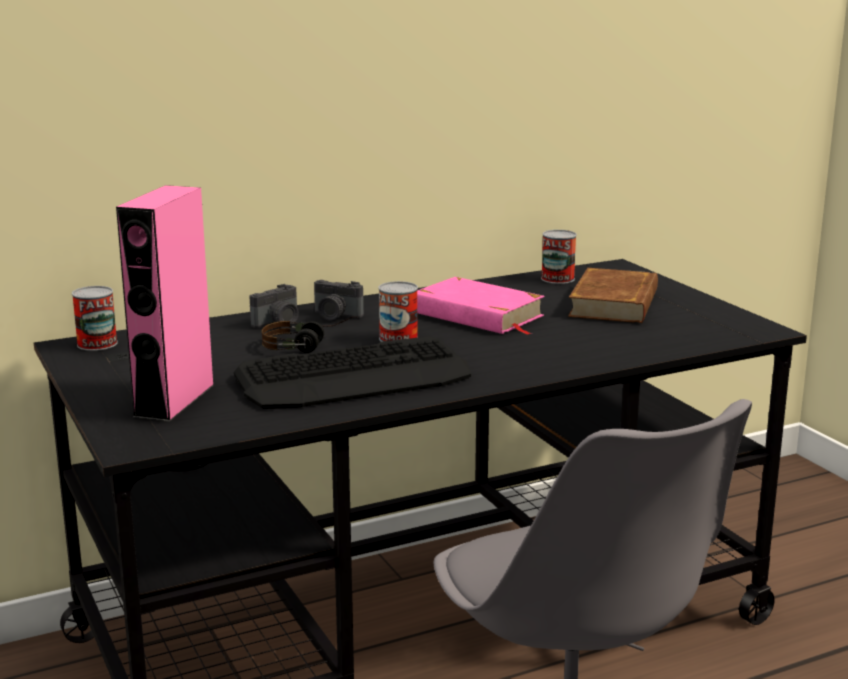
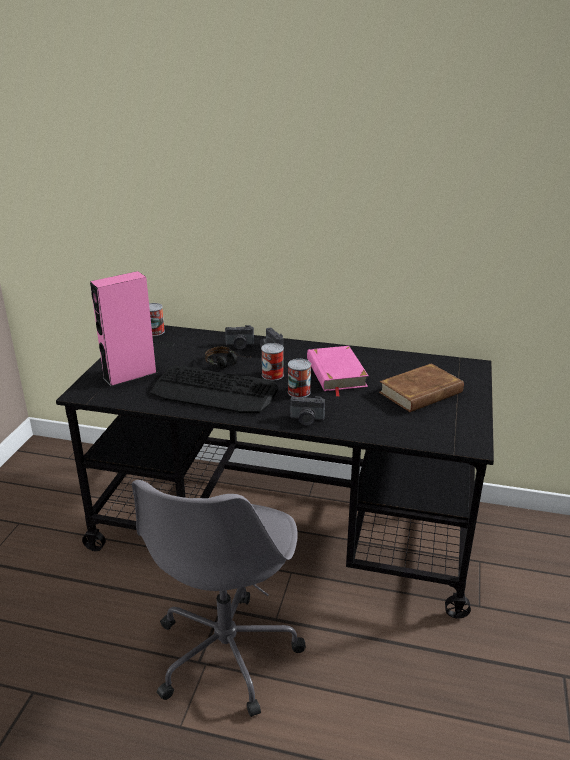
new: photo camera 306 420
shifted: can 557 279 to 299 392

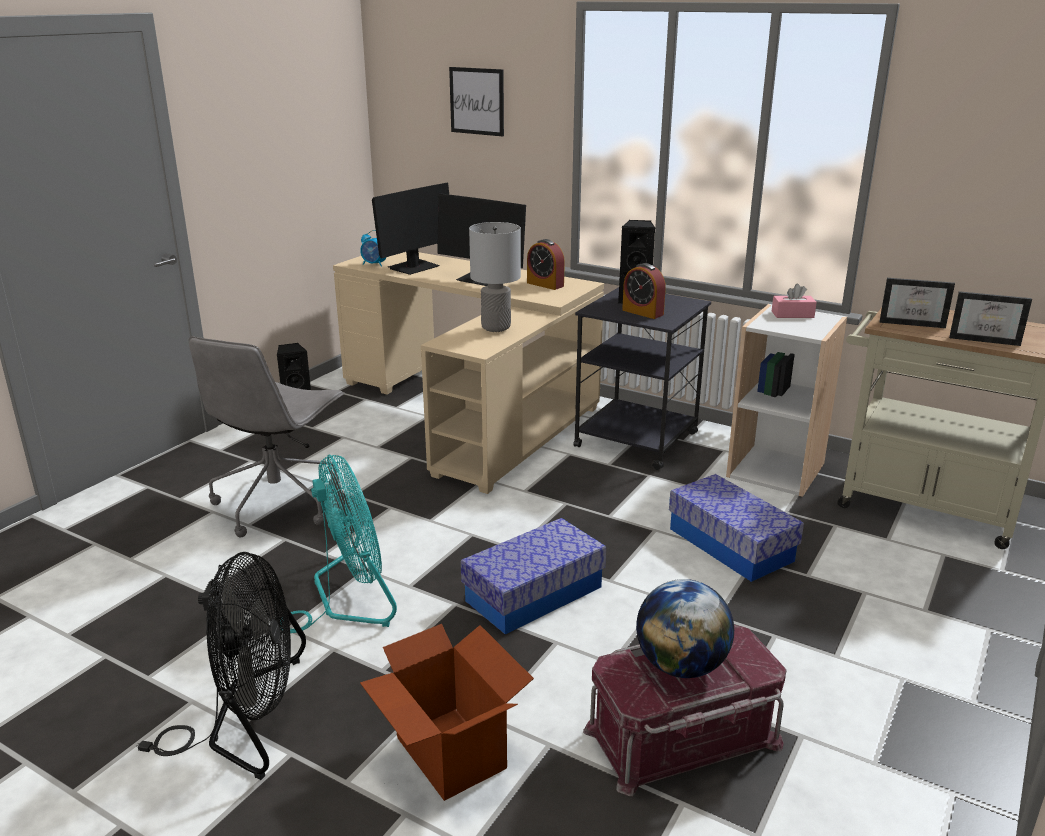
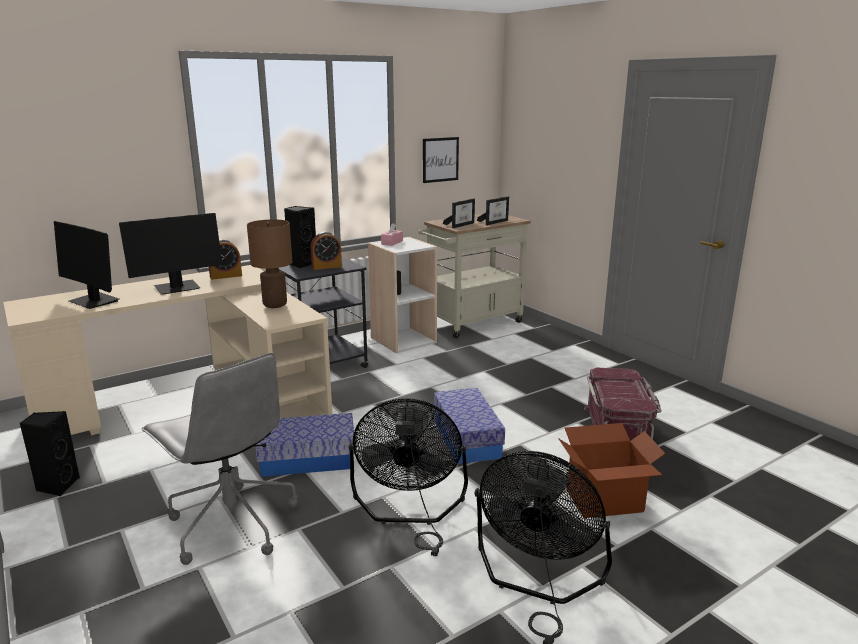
gone: alarm clock 374 264; globe 681 666
shifted: picture 477 101 to 440 159; storage box 730 544 to 308 459
repainted: turquoise fan 343 596 to black fan 411 513; grey table lamp 496 329 to brown table lamp 274 306
rotated: monitor 414 268 = 94 301 150 degrees clockwise

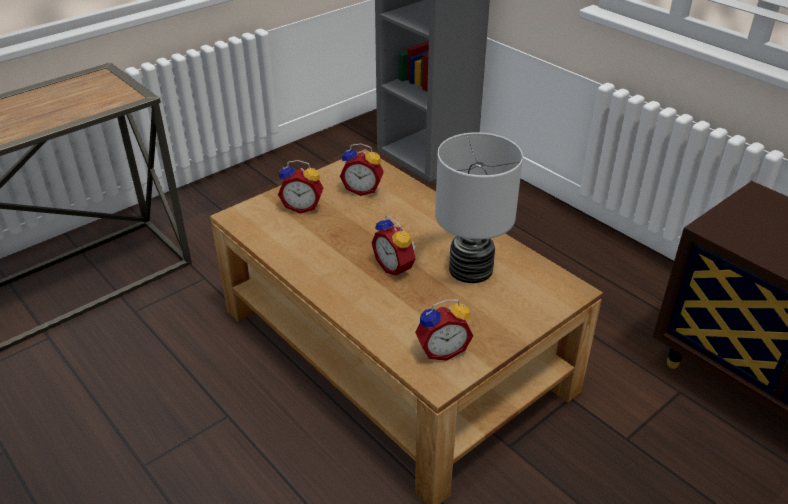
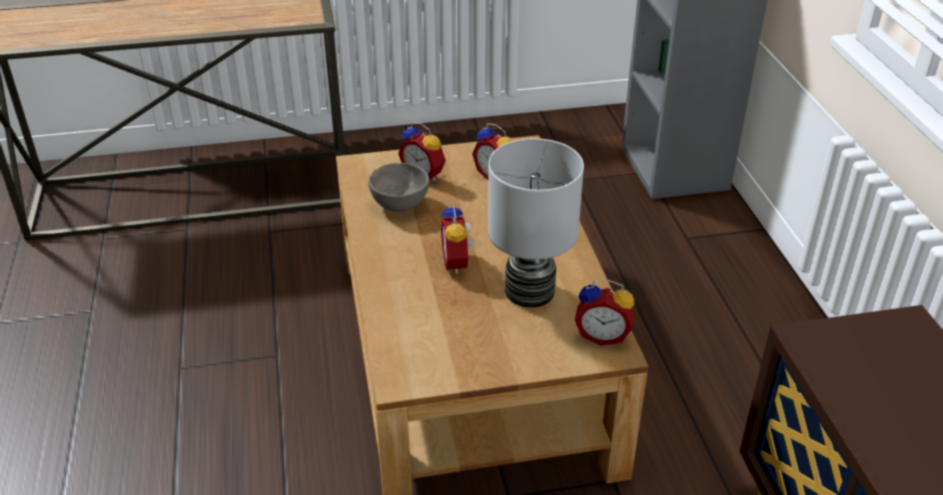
new: grey bowl 400 204
shifted: alarm clock 441 350 to 602 335

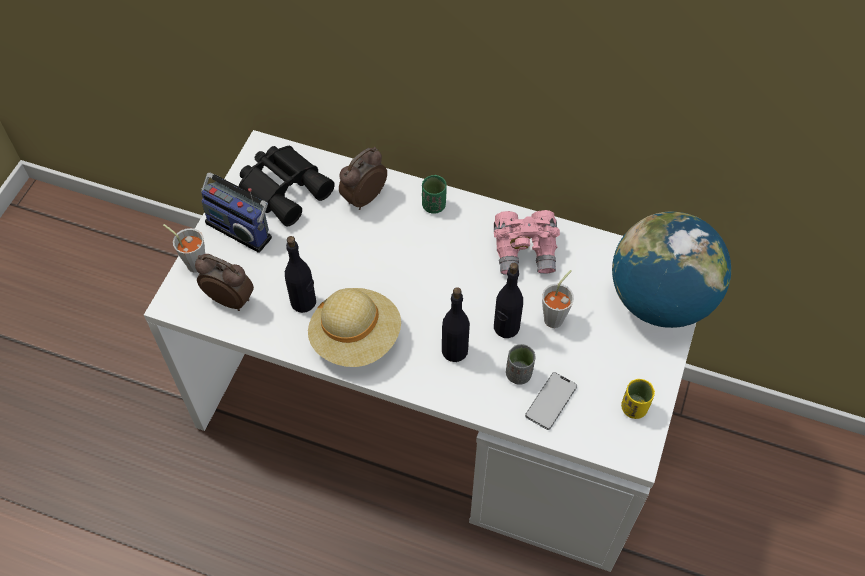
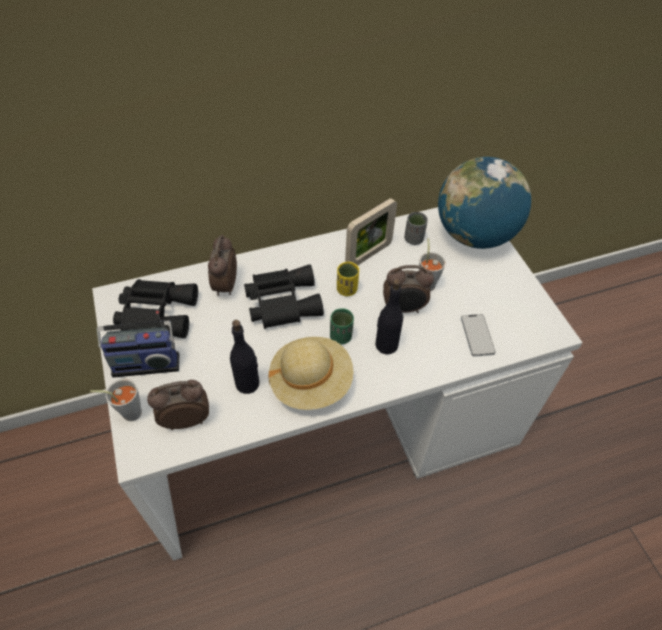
new: black binoculars 281 301
shifted: green cup 434 205 to 341 336; grey cup 518 374 to 413 239; yellow cup 634 408 to 347 289
swapped: pink binoculars 525 251 to picture frame 368 255; black bottle 506 327 to alarm clock 404 308

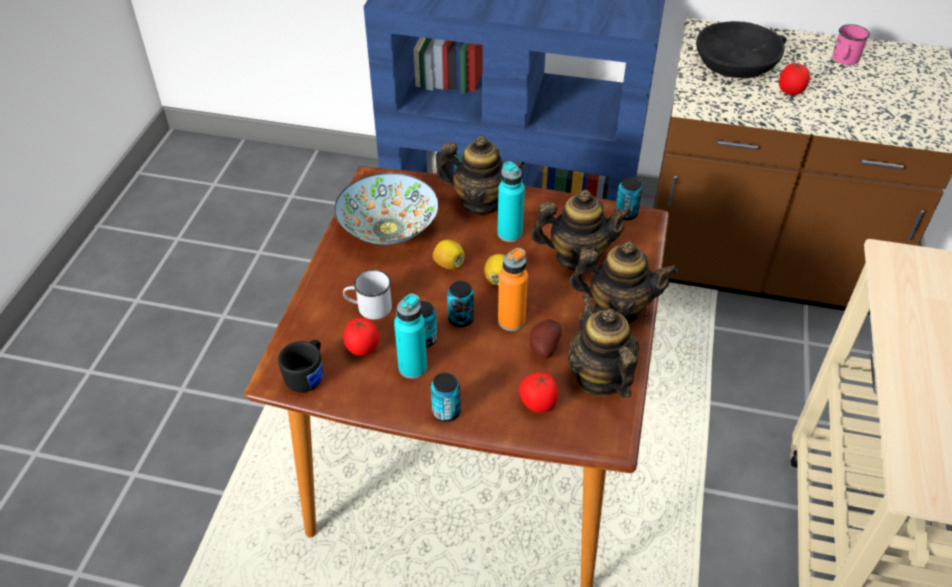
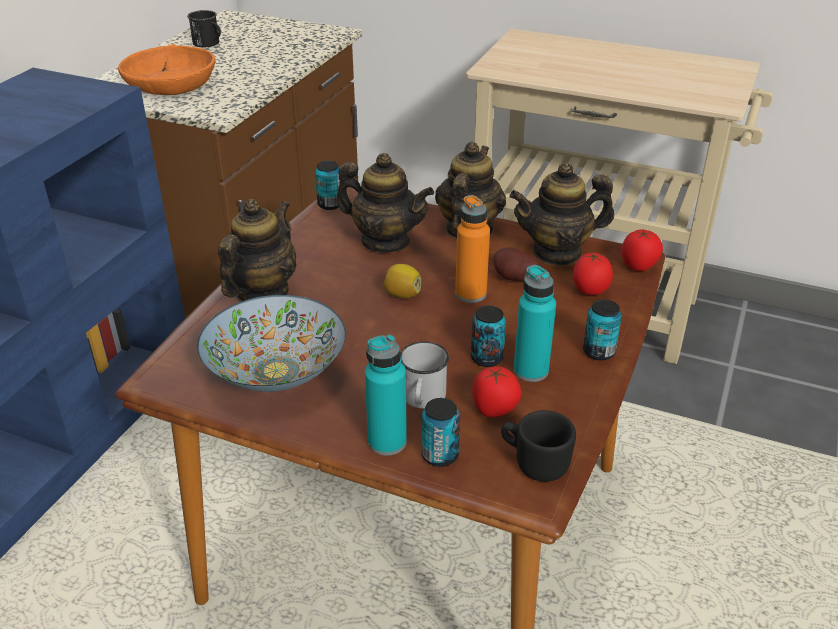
gone: lemon 449 264
shifted: can 461 319 to 440 455; turquoise bottle 509 233 to 387 442; tomato 790 92 to 639 266
repainted: black bowl 736 62 to orange bowl 170 84; pink mug 844 60 to black mug 209 44
rotated: teapot 577 257 = 385 241 105 degrees clockwise

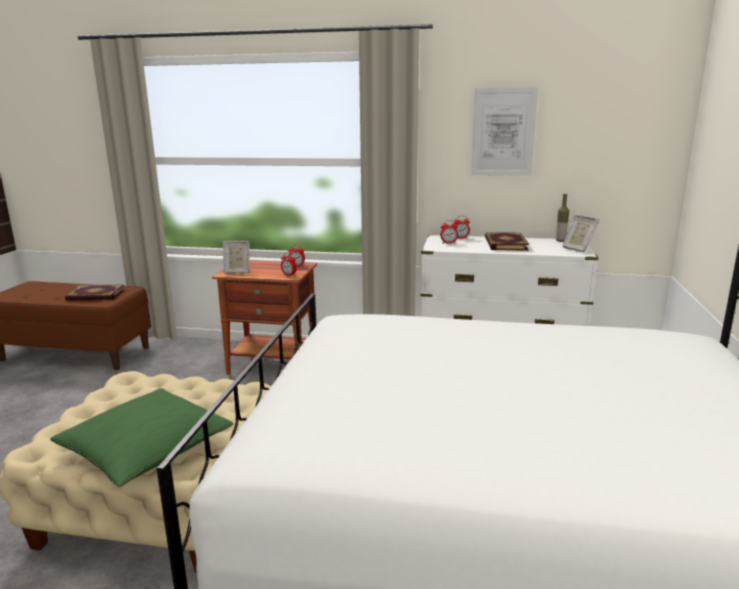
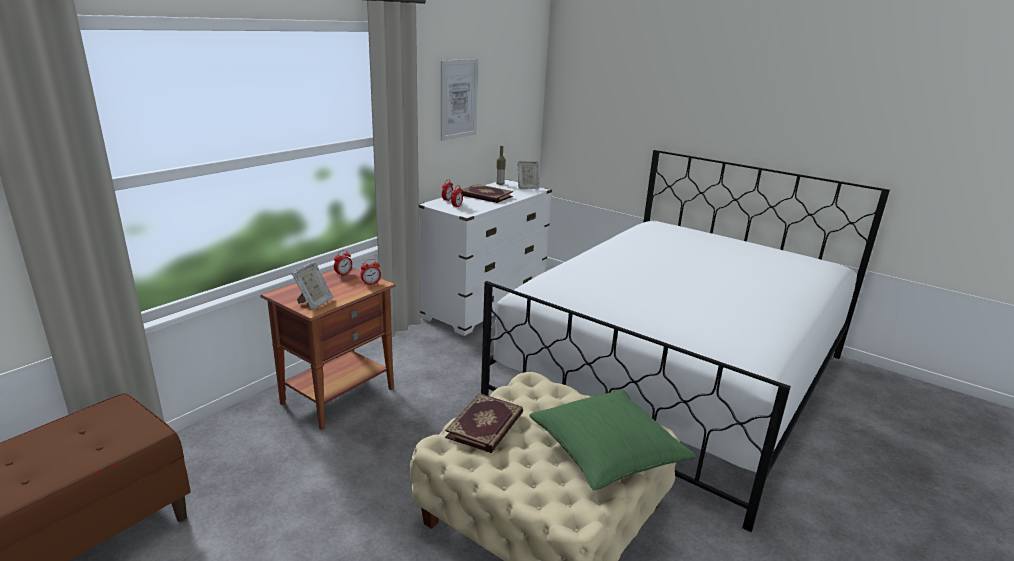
shifted: book 95 295 to 486 425

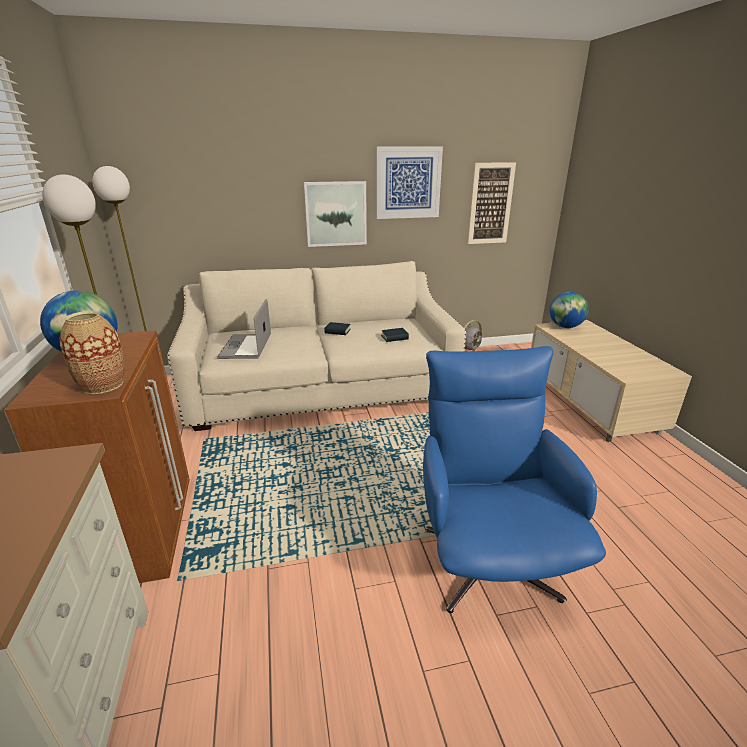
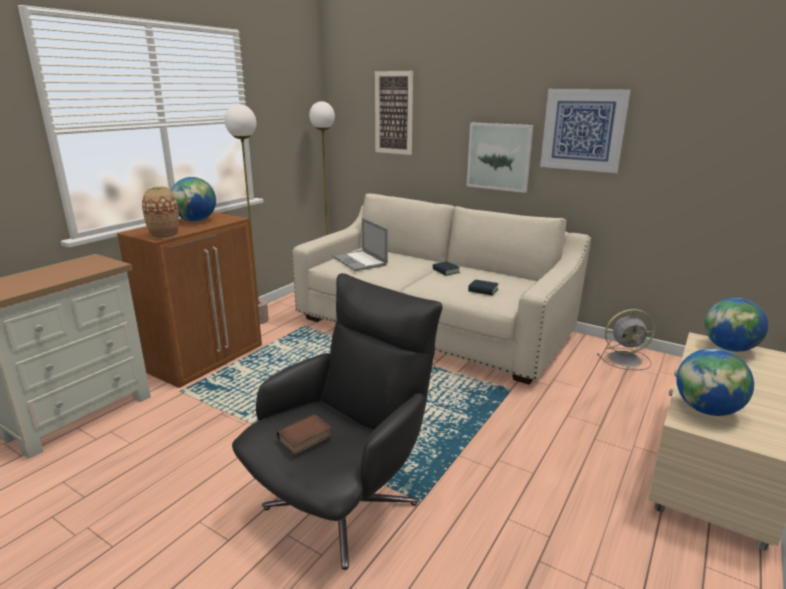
new: book 305 439; globe 706 410
shifted: picture 490 204 to 393 113
repainted: blue armchair 489 562 to black armchair 342 504
rotated: laptop 246 347 = 359 261 75 degrees counterclockwise

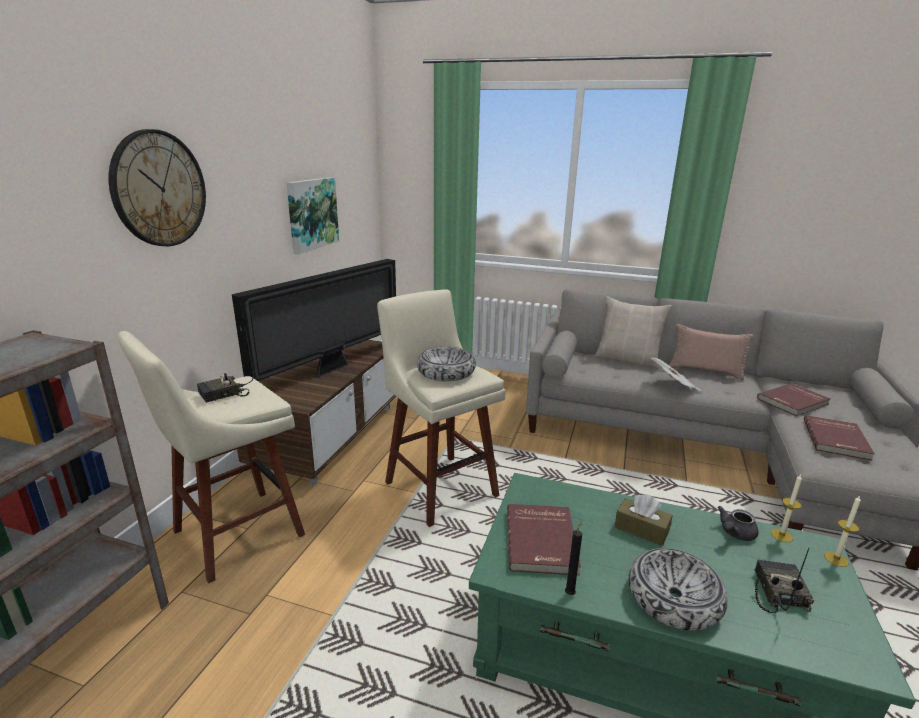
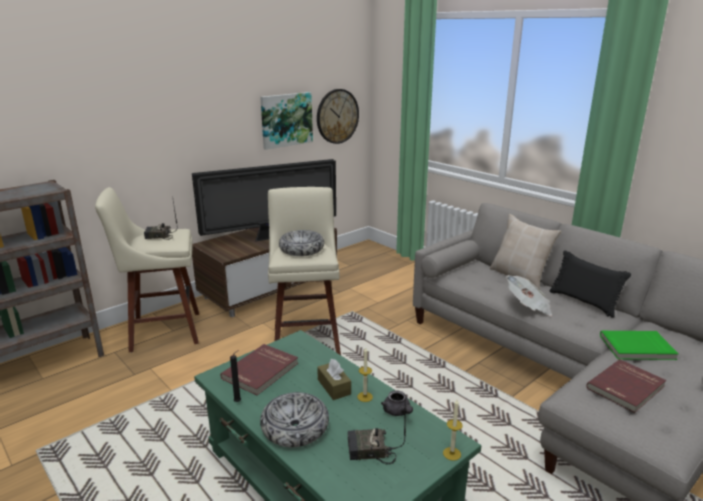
shifted: wall clock 159 189 to 337 116; candle 781 535 to 365 397
repainted: beige pillow 705 371 to black pillow 584 302; red book 793 402 to green book 637 348
rotated: grey teapot 734 533 = 398 412 105 degrees counterclockwise; radio 776 592 = 370 452 135 degrees counterclockwise

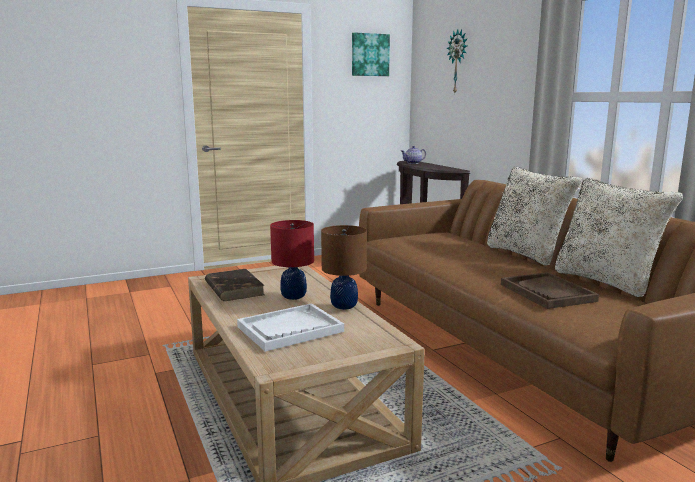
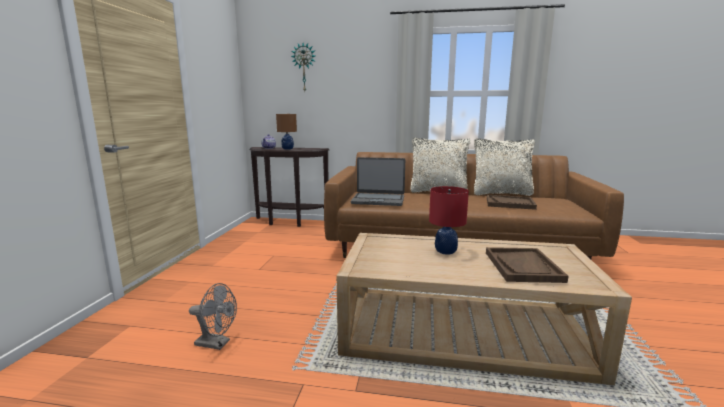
gone: brown book 233 288; picture 369 55
new: grey fan 217 343; laptop 378 200
shifted: brown table lamp 345 306 to 288 149
repainted: white tray 290 329 to brown tray 523 266

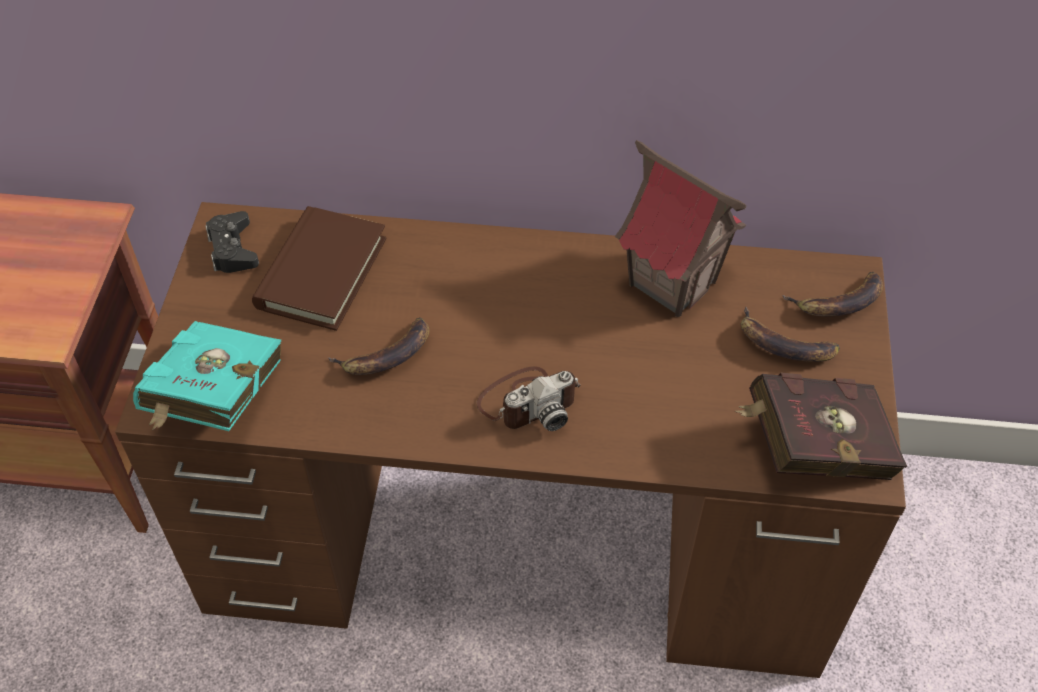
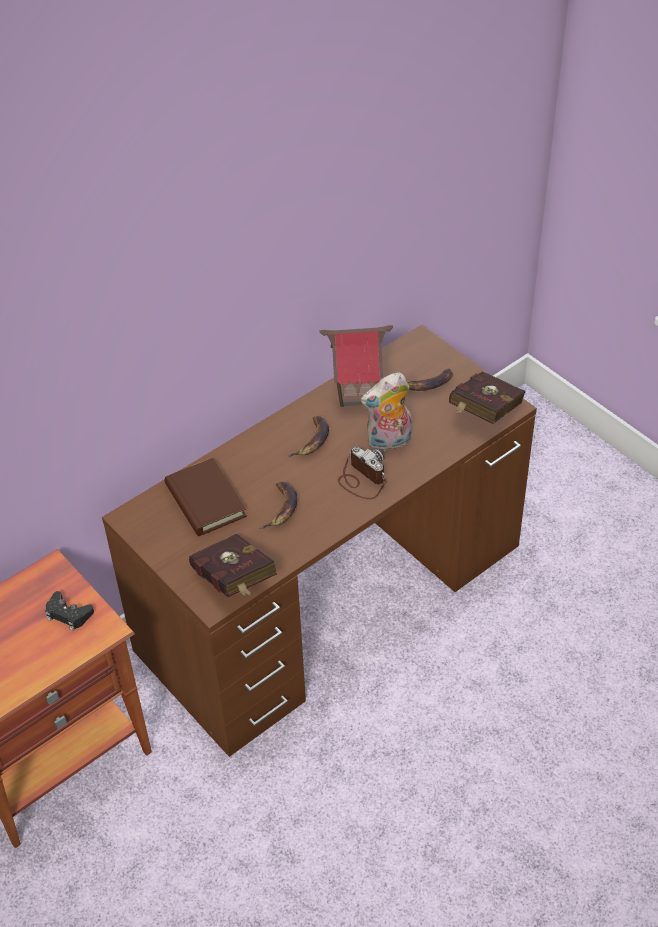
new: plush toy 389 442
shifted: black game controller 233 249 to 68 614; banana 838 302 to 312 441
repainted: turquoise book 214 401 to red book 235 582
rotated: photo camera 528 401 = 361 479 60 degrees counterclockwise

